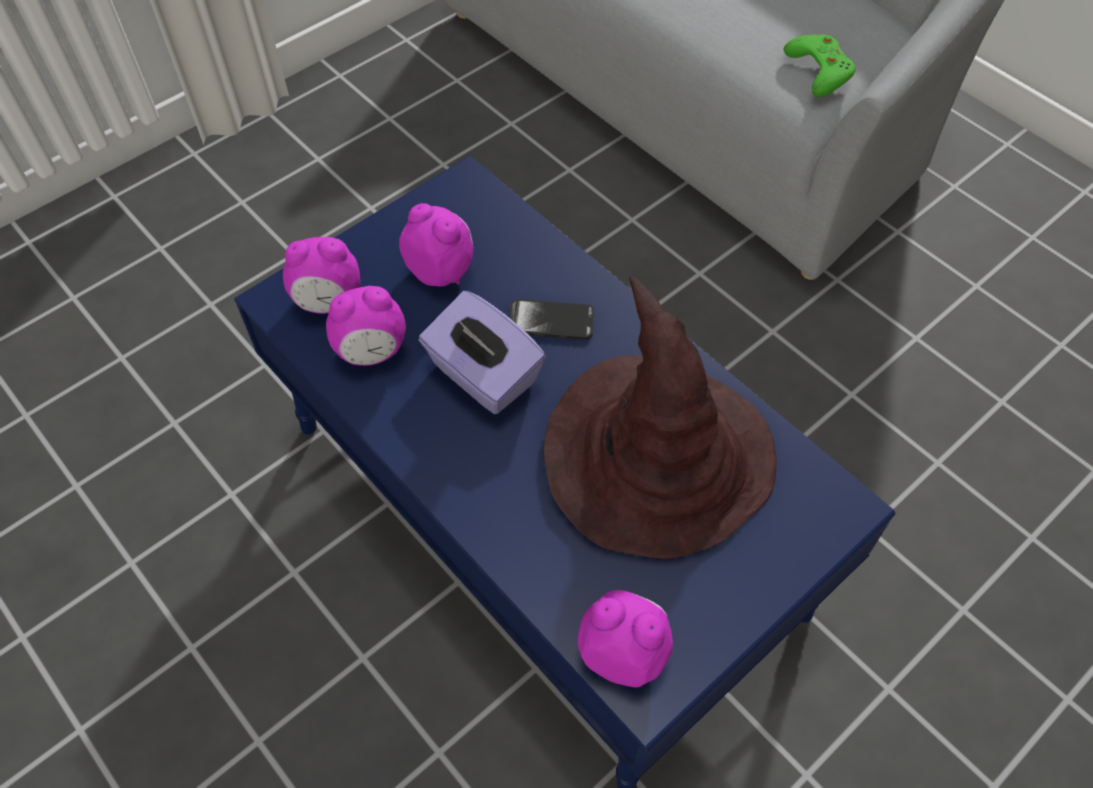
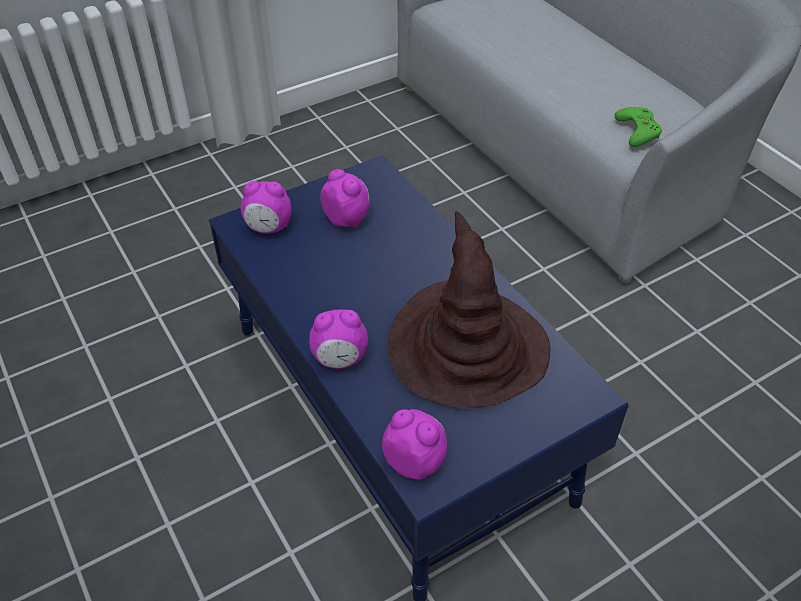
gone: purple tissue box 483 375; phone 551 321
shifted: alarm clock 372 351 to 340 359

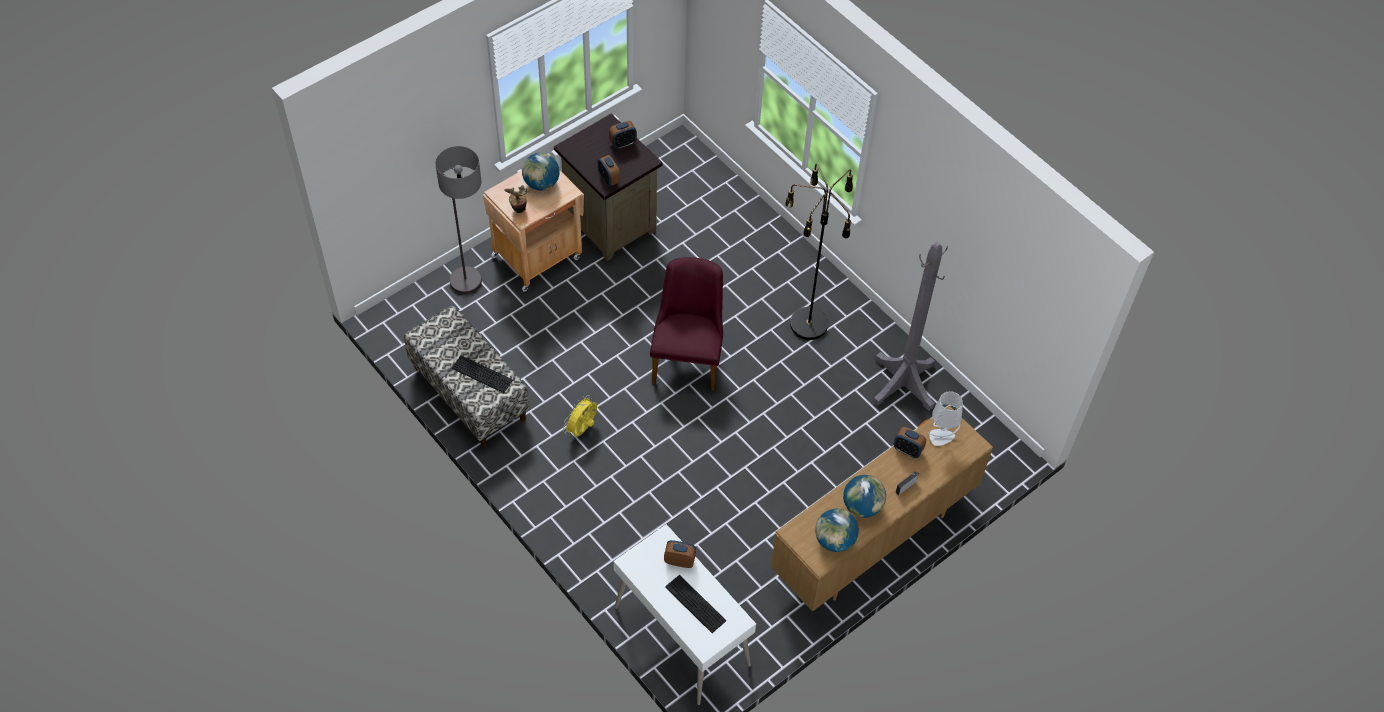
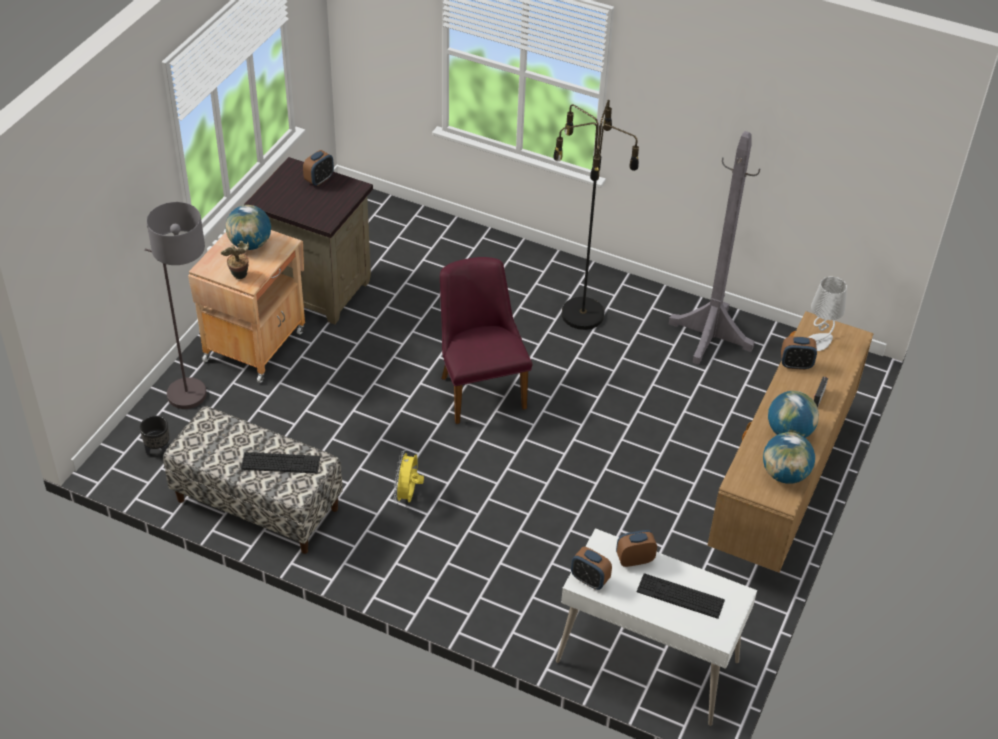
new: black planter 158 451
shifted: alarm clock 608 179 to 589 580

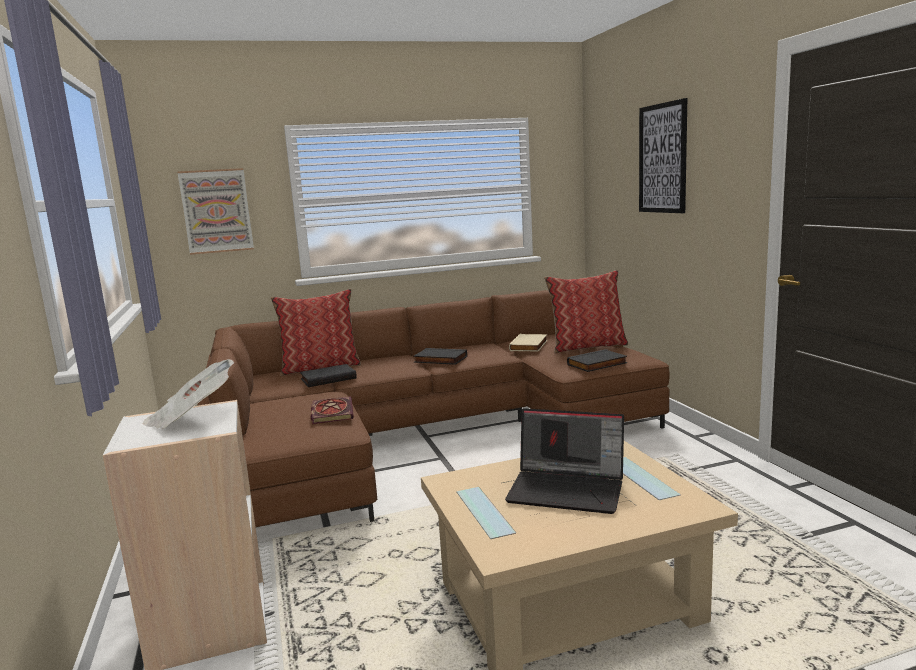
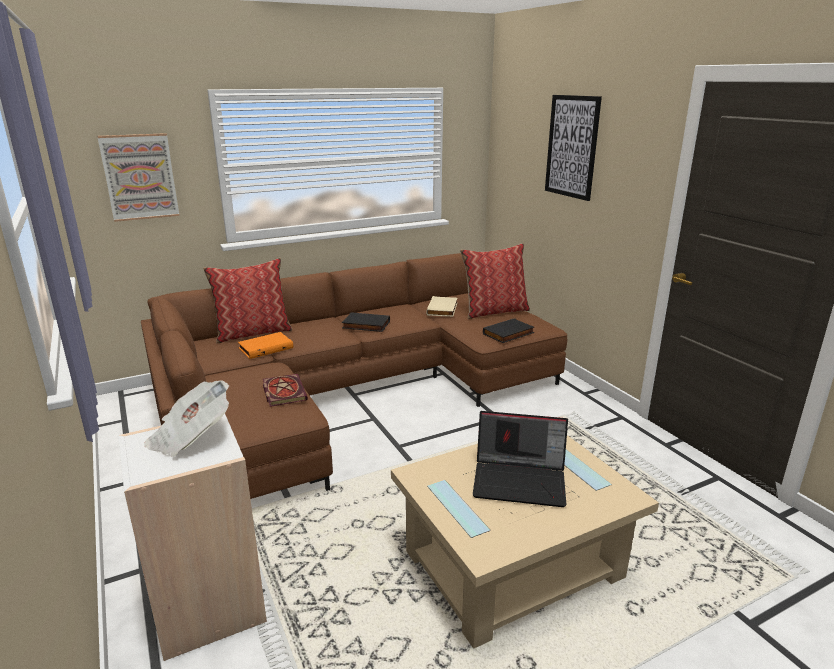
repainted: black book 328 378 to orange book 265 347

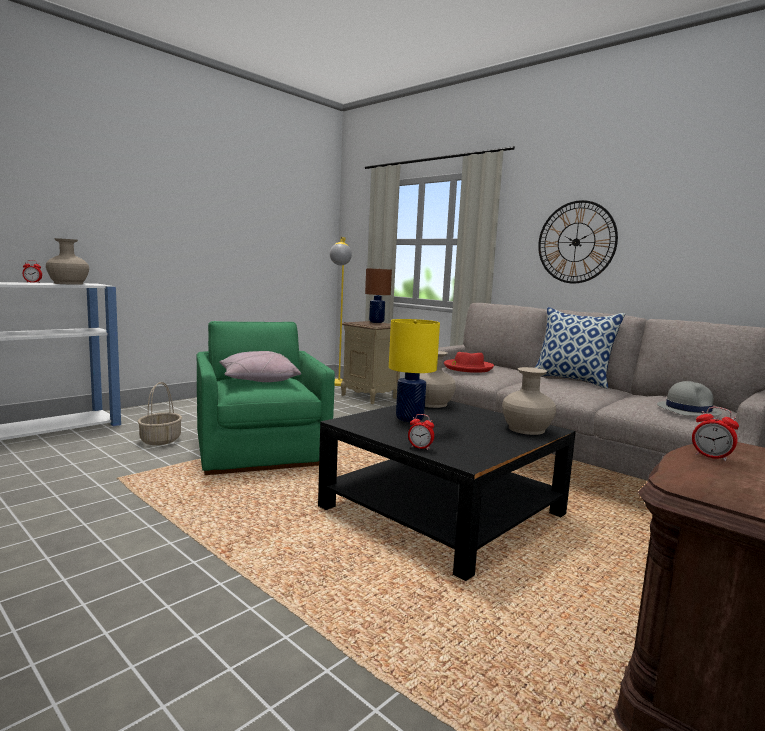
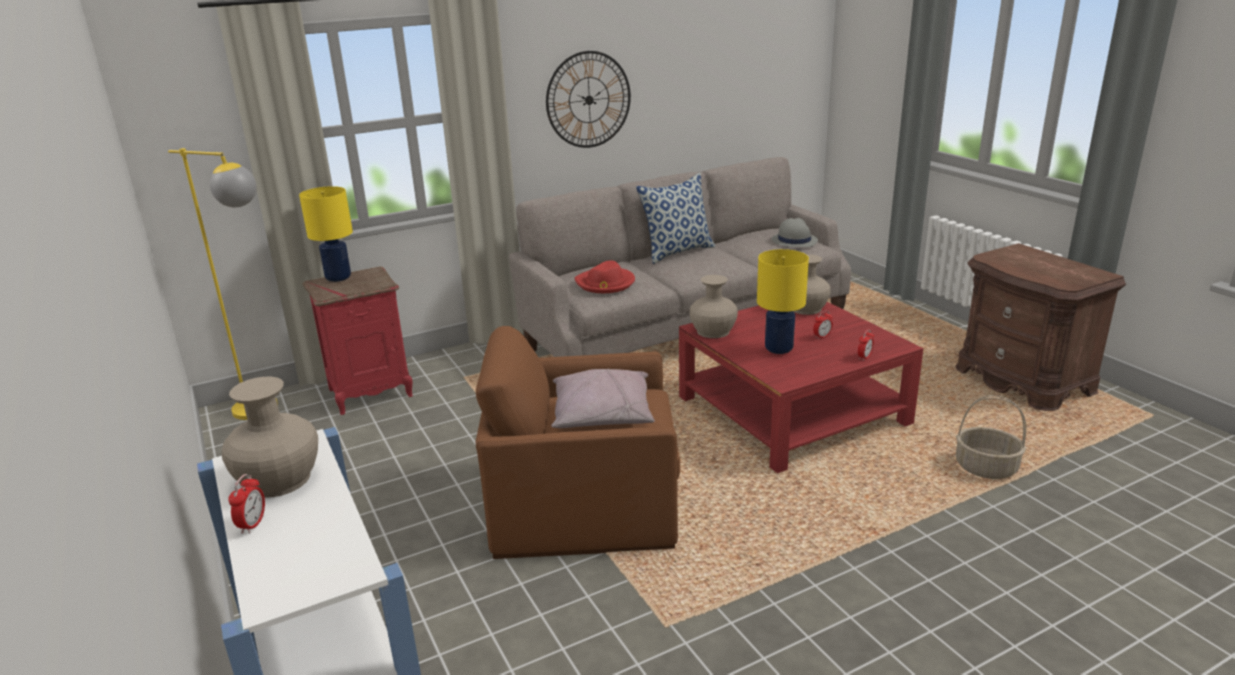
shifted: basket 160 440 to 986 468; alarm clock 711 457 to 822 337
repainted: green armchair 261 449 to brown armchair 585 502; black coffee table 443 511 to red coffee table 792 410; beige nightstand 369 397 to red nightstand 371 393; brown table lamp 376 322 to yellow table lamp 338 279

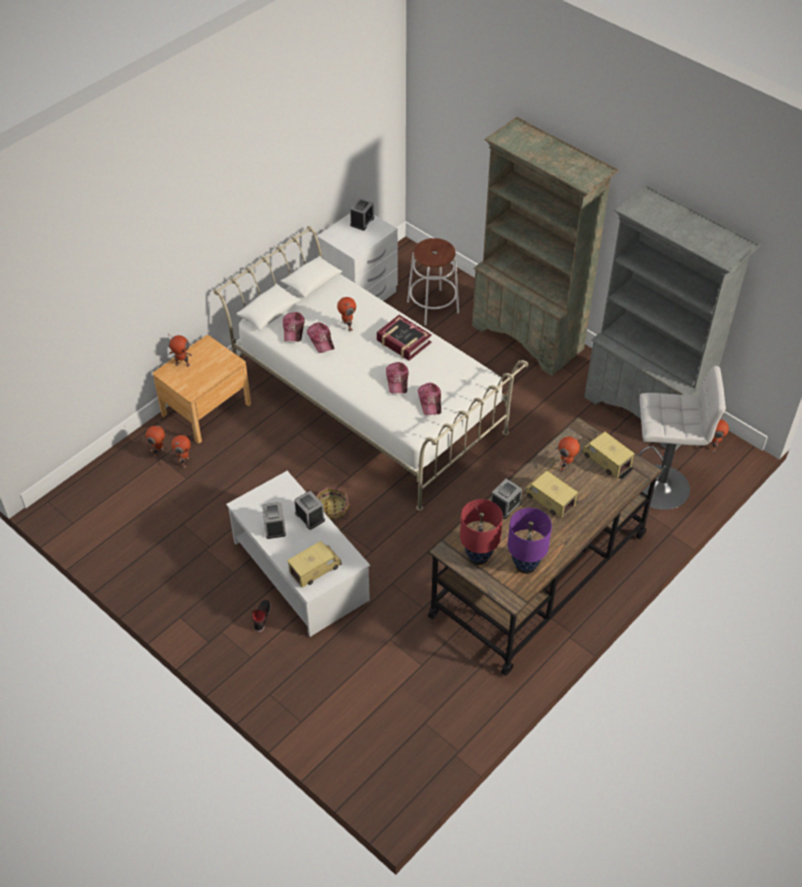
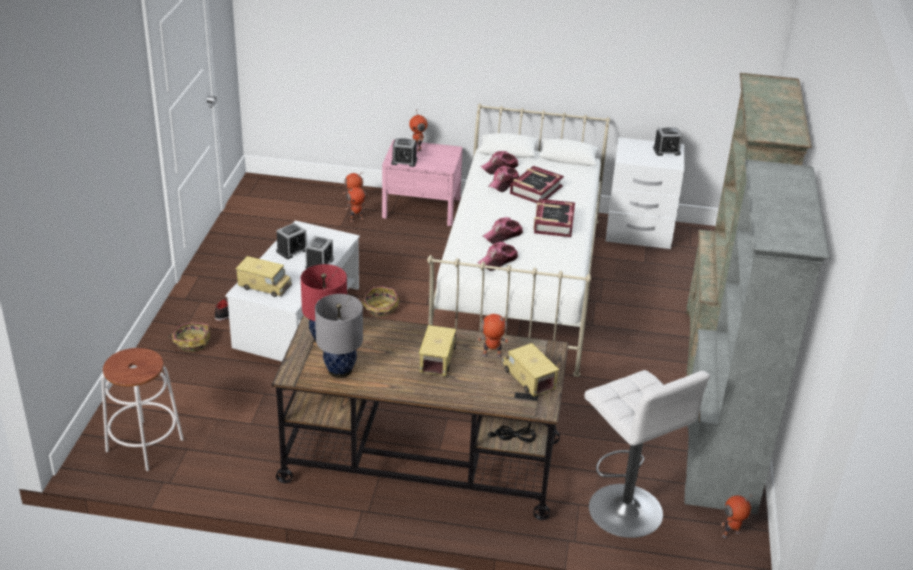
new: basket 192 342
shifted: white stool 433 307 to 144 445; alarm clock 505 506 to 404 161
swapped: toy robot 347 326 to book 535 190
repainted: brown nightstand 206 409 to pink nightstand 421 208; purple table lamp 525 564 to grey table lamp 340 370
rotated: toy truck 606 460 = 528 378 45 degrees counterclockwise

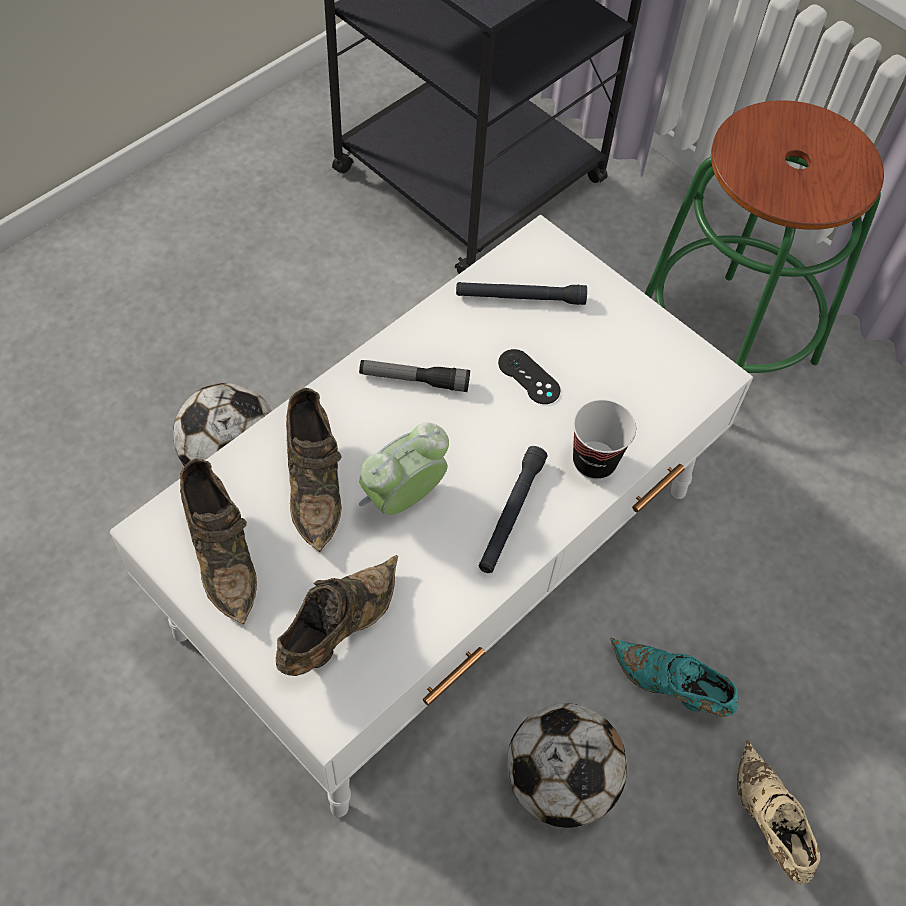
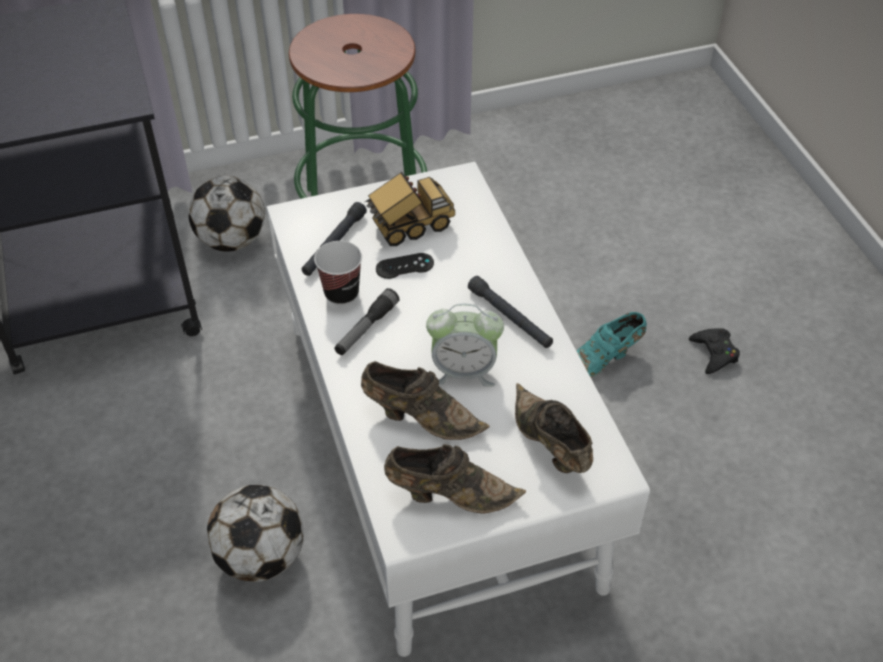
new: toy truck 409 228
shifted: football 559 781 to 232 240; cup 594 461 to 341 293
swapped: beige shoe 768 823 to black game controller 714 353
rotated: alarm clock 403 498 = 463 371 75 degrees counterclockwise

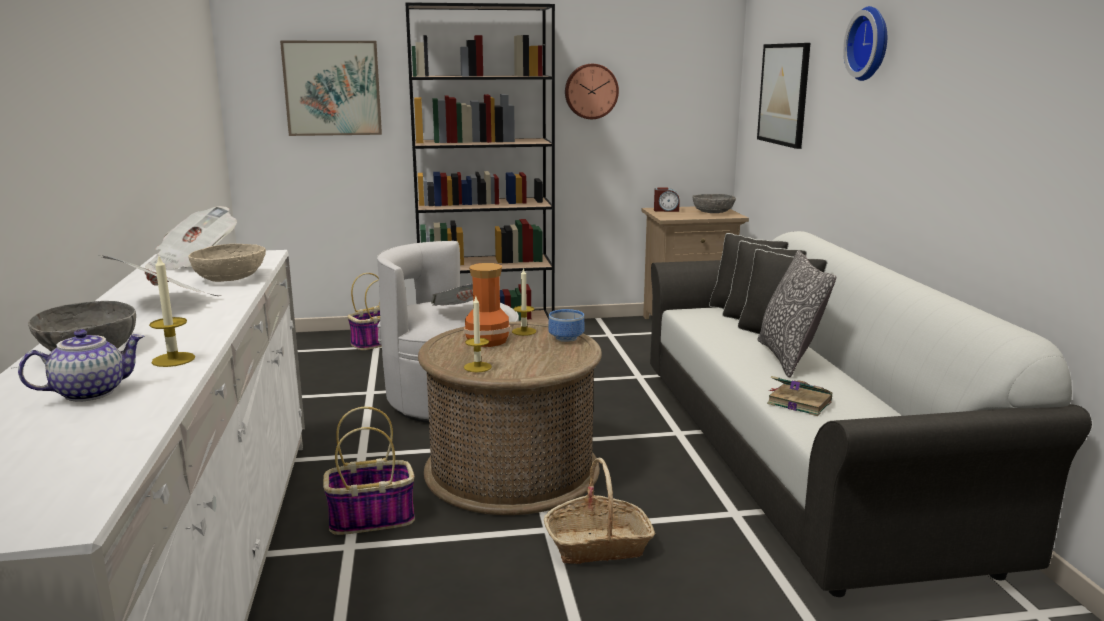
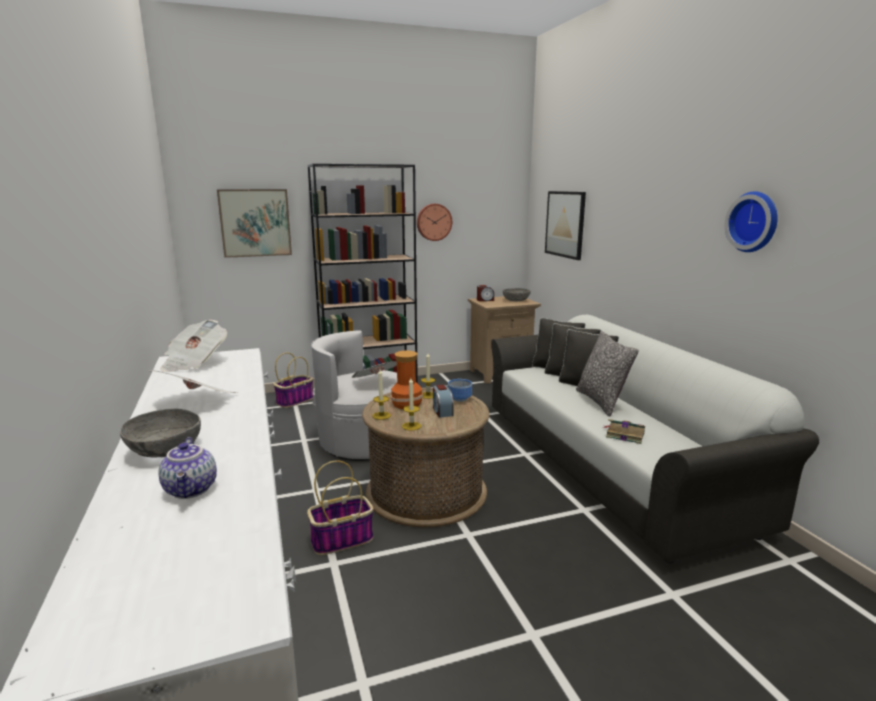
gone: beige bowl 230 278; basket 598 545
new: alarm clock 442 411
shifted: candle 173 359 to 381 415; wall clock 871 44 to 754 222
rotated: teapot 90 392 = 192 489 120 degrees clockwise

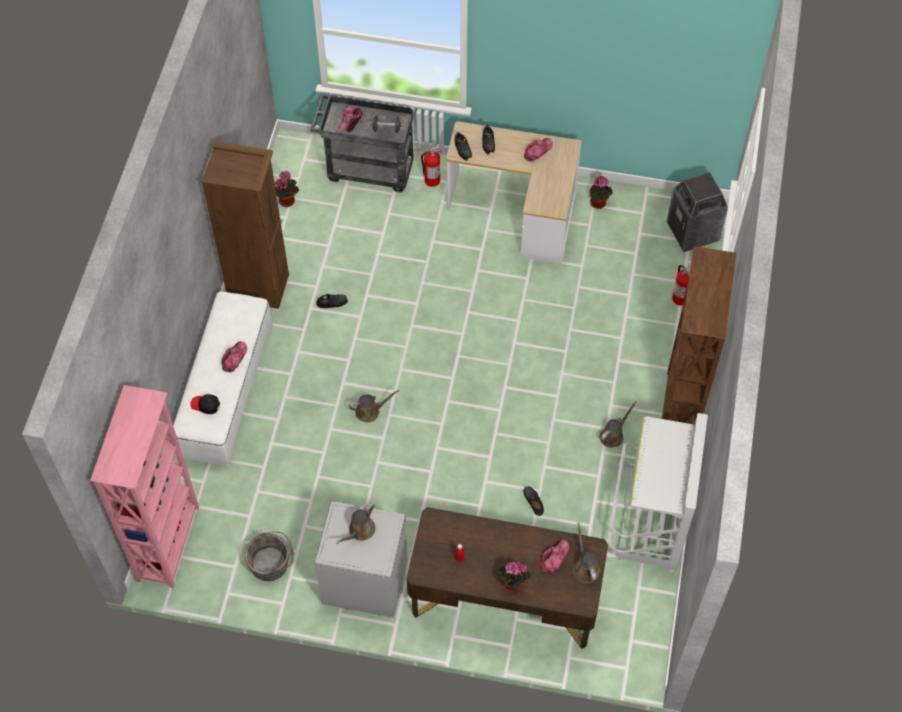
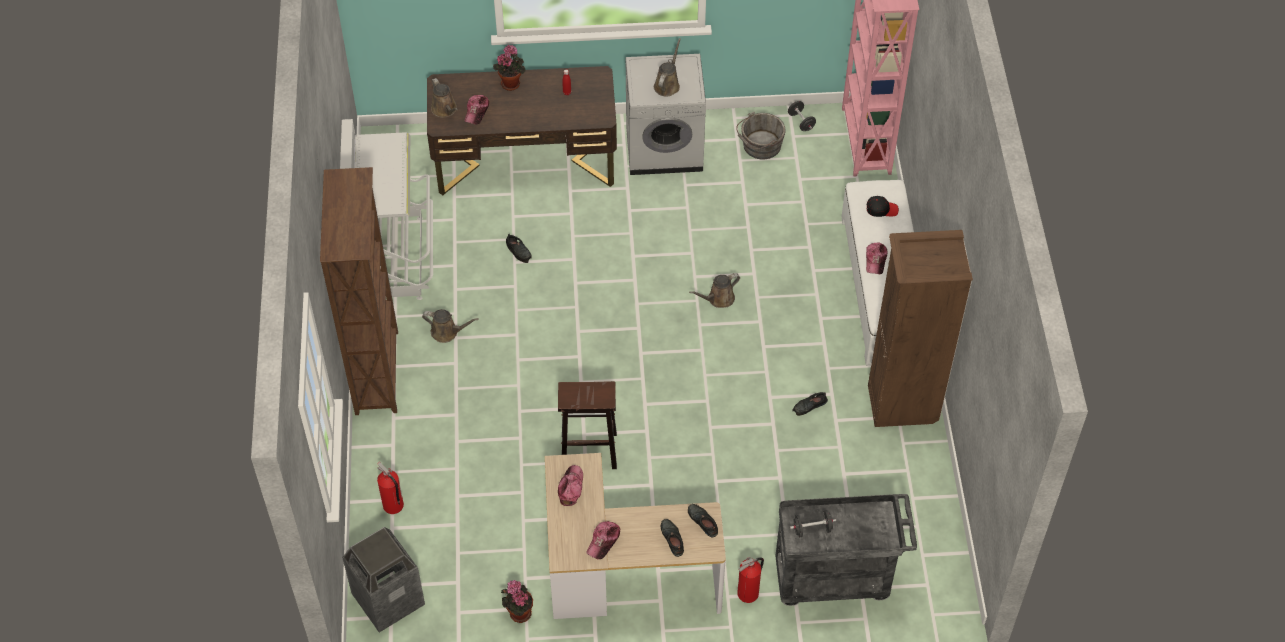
gone: potted plant 287 199
new: brown stool 588 451; black dumbbell 801 122
shifted: cap 351 120 to 571 487
rotated: brown watering can 613 435 = 447 332 105 degrees counterclockwise

